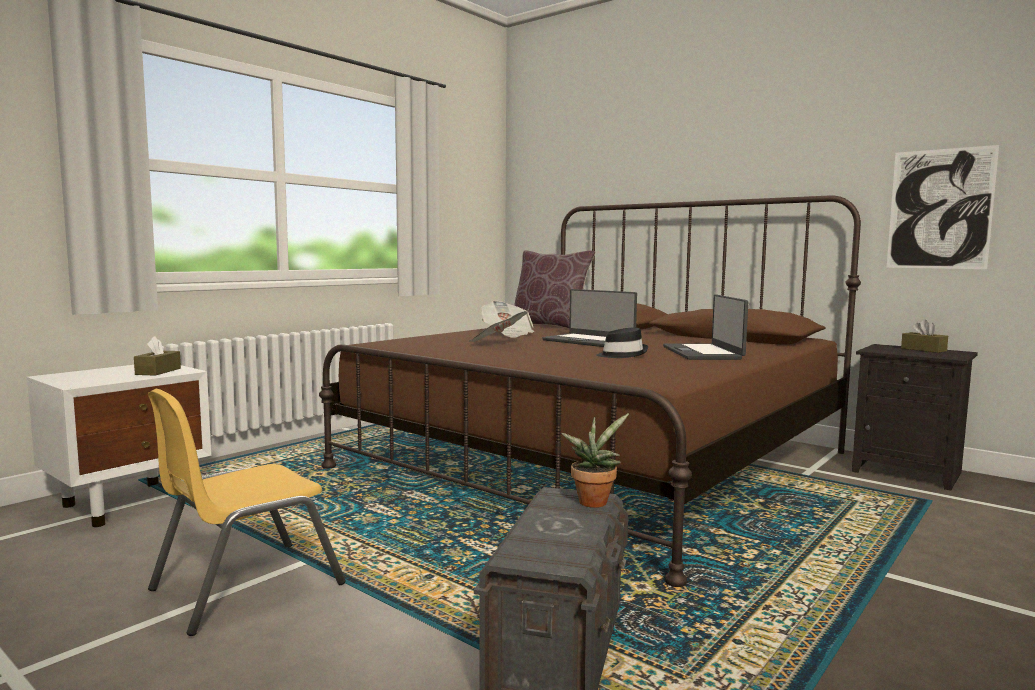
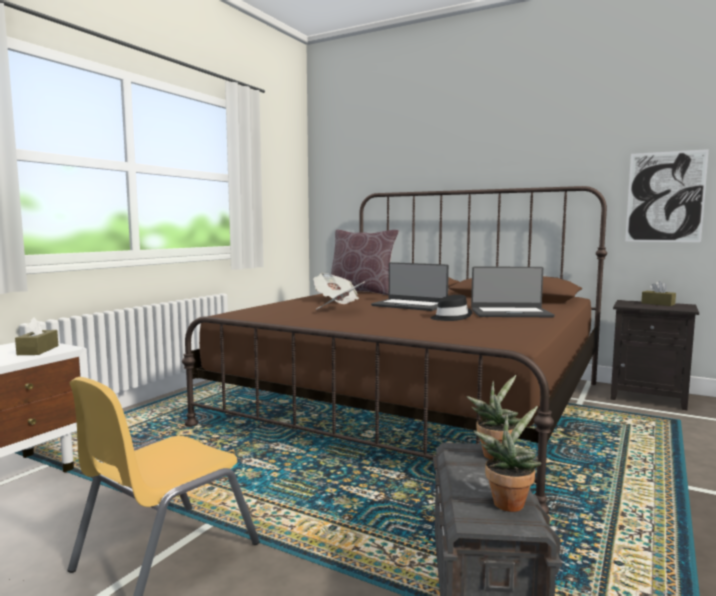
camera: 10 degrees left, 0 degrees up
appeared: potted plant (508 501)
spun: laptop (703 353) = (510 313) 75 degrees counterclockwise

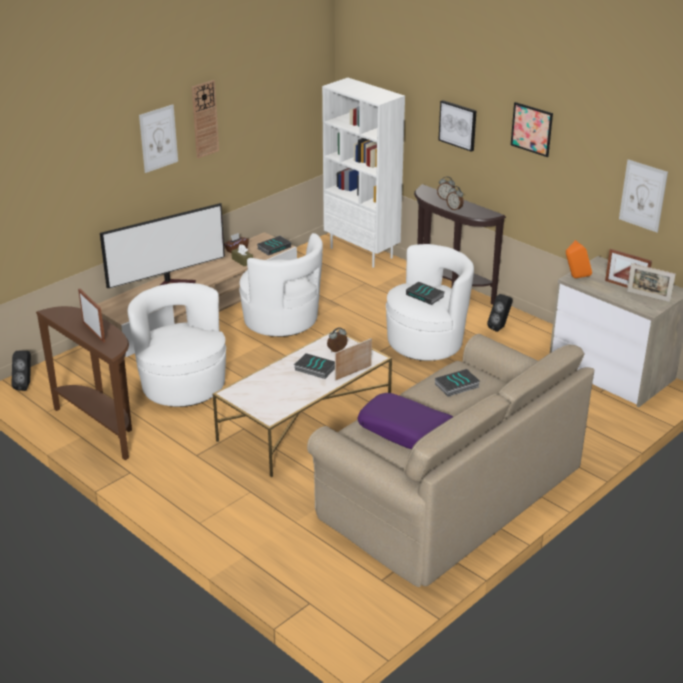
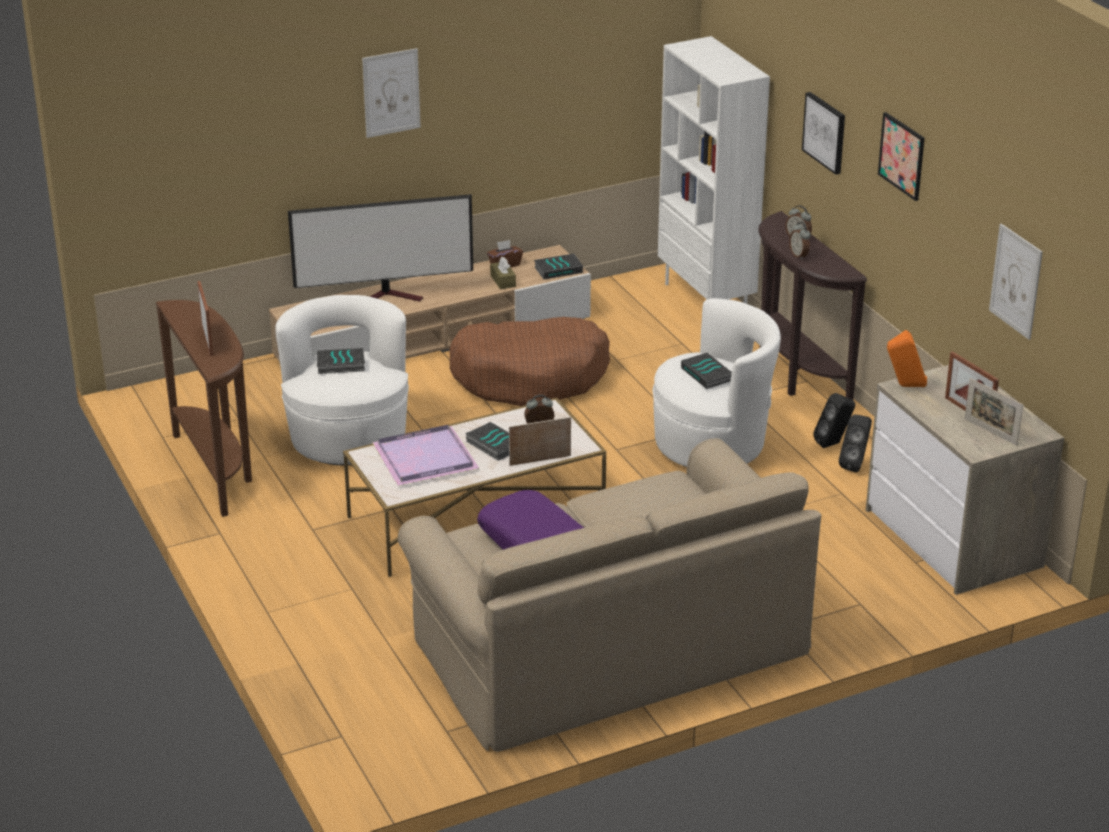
camera: 20 degrees right, 0 degrees up
missing: wall clock (204 119)
appeared: purple tray (423 458)
relocated: black speaker (26 385) to (856 465); book (457 386) to (340 365)
exchanged: white armchair (282 321) to brown dog bed (531 376)

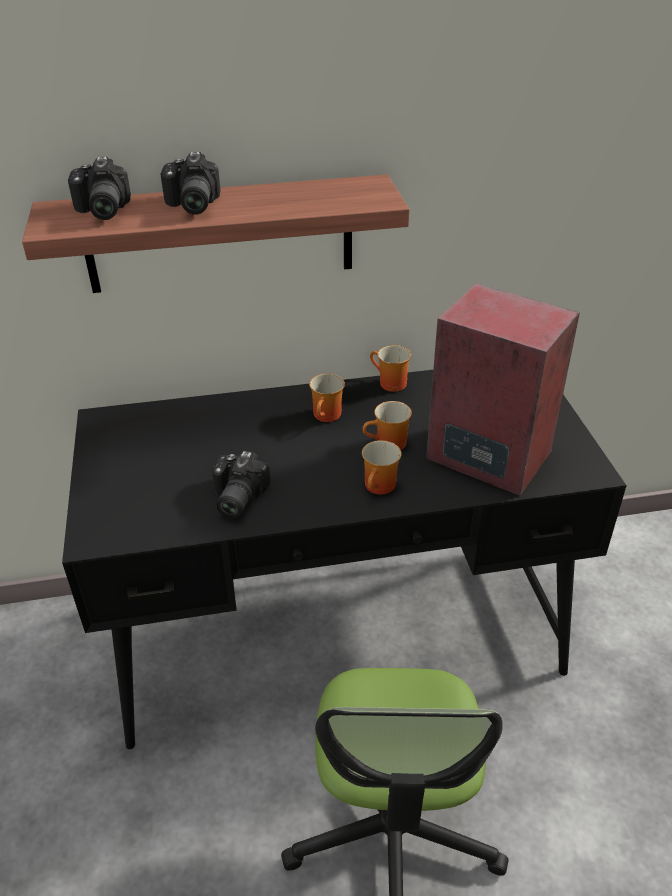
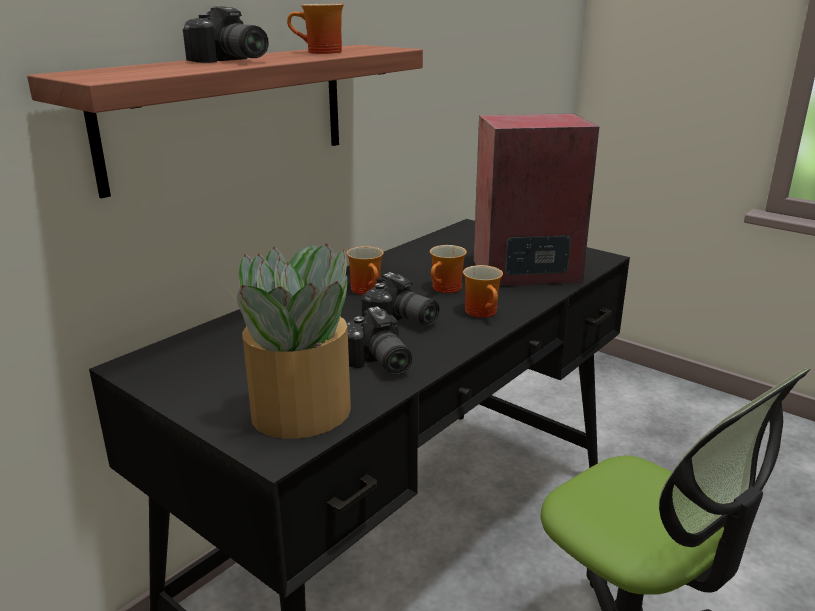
camera: 40 degrees left, 15 degrees down
appeared: potted plant (298 412)
relocated: photo camera (101 211) to (401 321); mug (389 384) to (320 52)

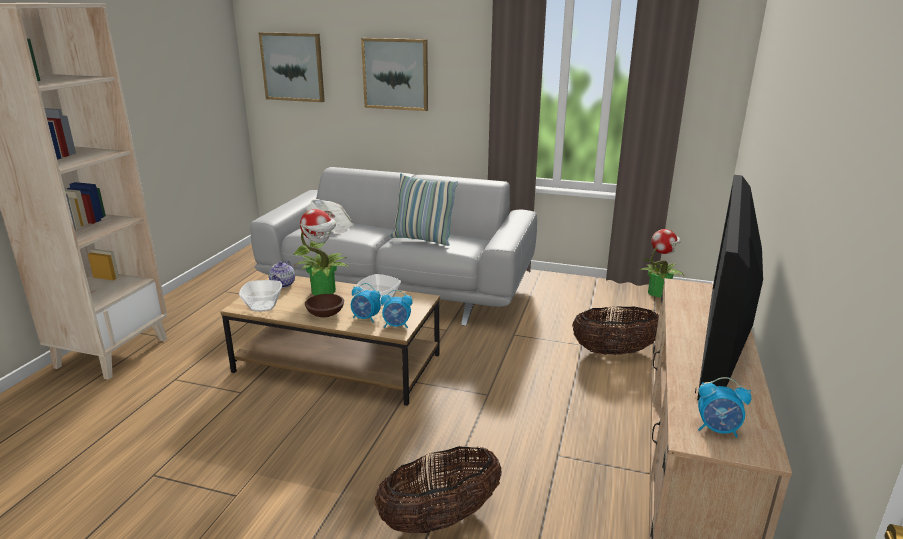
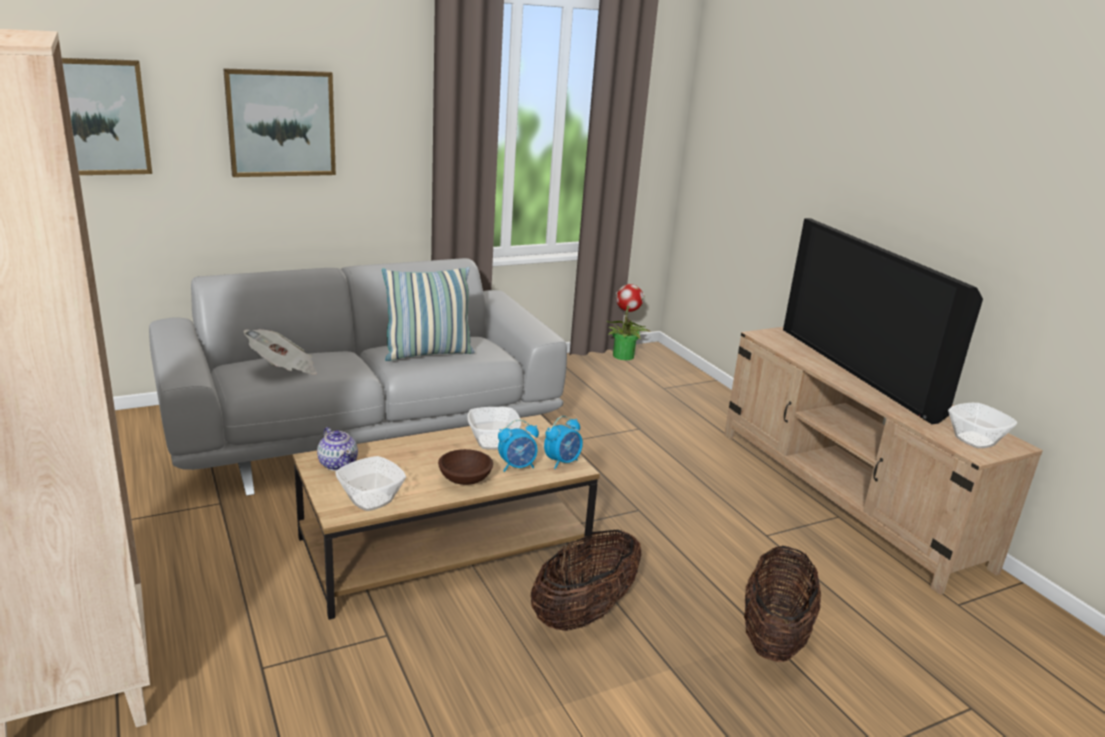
camera: 45 degrees left, 0 degrees up
missing: potted plant (324 291)
relocated: basket (614 352) to (583 613)
exchanged: alarm clock (717 430) to bowl (974 440)

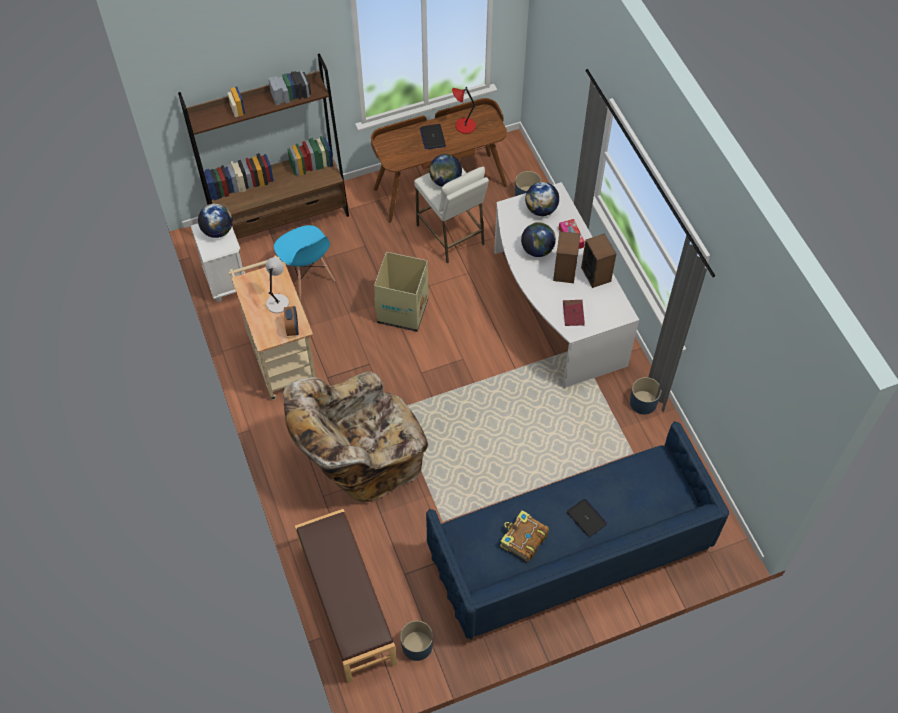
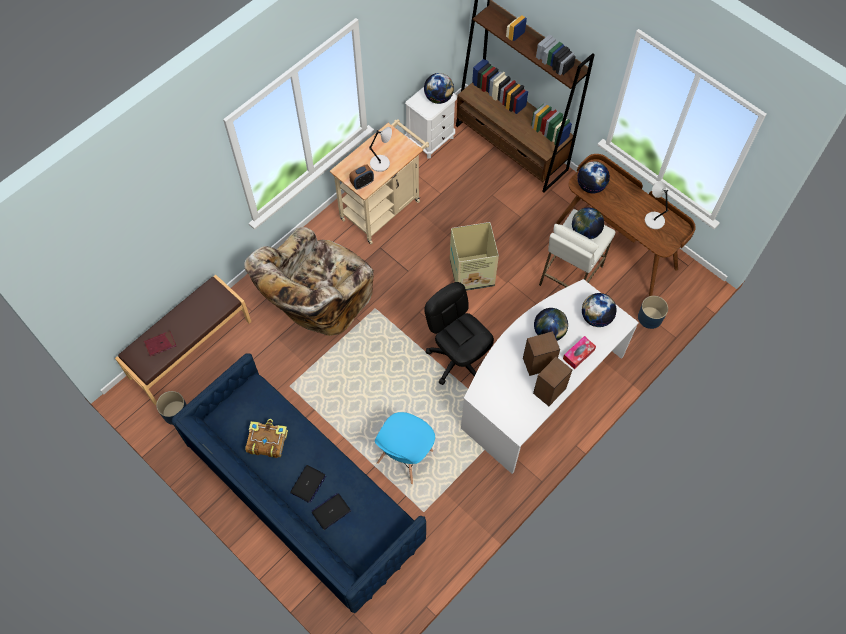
camera: 65 degrees right, 5 degrees up
missing: blue planter (643 403)
appeared: globe (591 186); black office chair (458 358)
relocated: laptop (432 137) to (331 511); blue chair (307 277) to (404 457); red book (573 314) to (160 344)
colour: red table lamp (464 126) to grey table lamp (653 219)
spun: beige armchair (360 459) = (318 303) 90 degrees counterclockwise

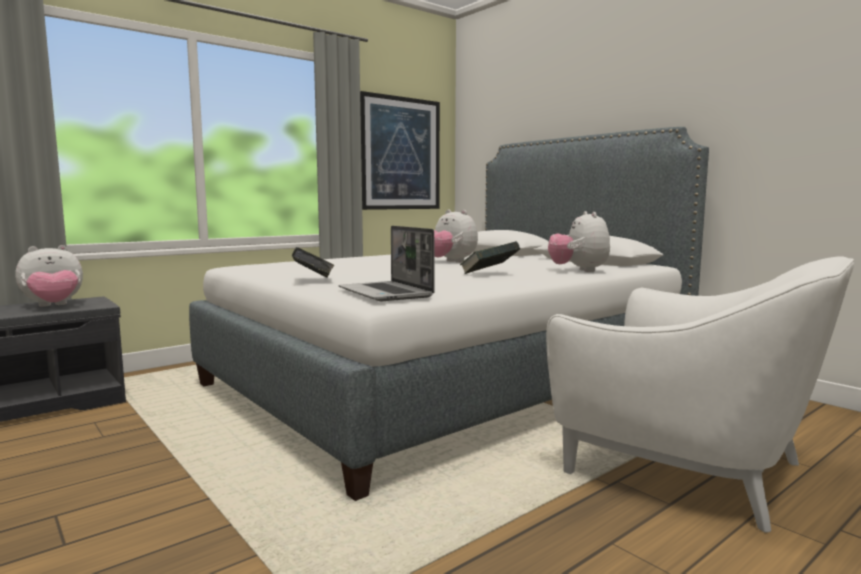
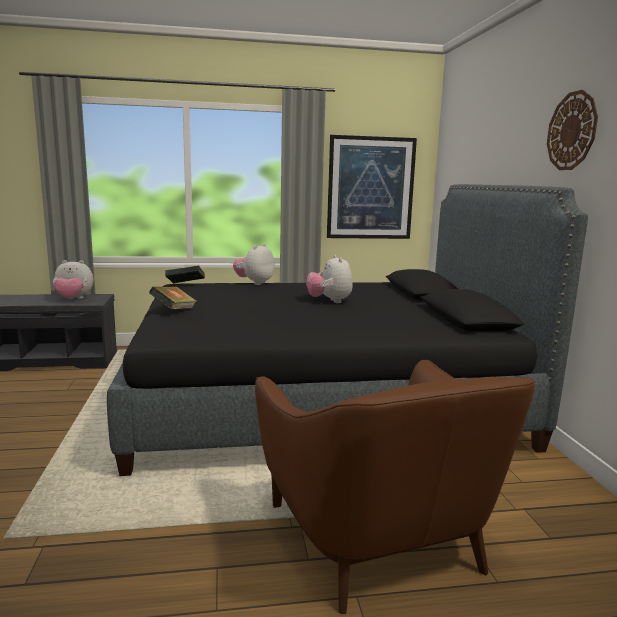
camera: 30 degrees right, 5 degrees up
missing: laptop (386 293)
appeared: wall clock (572 131)
relocated: plush toy (578 271) to (254 283); book (489 274) to (185 285)
colour: white bed (450 379) to black bed (321 401); white armchair (687 467) to brown armchair (377 537)

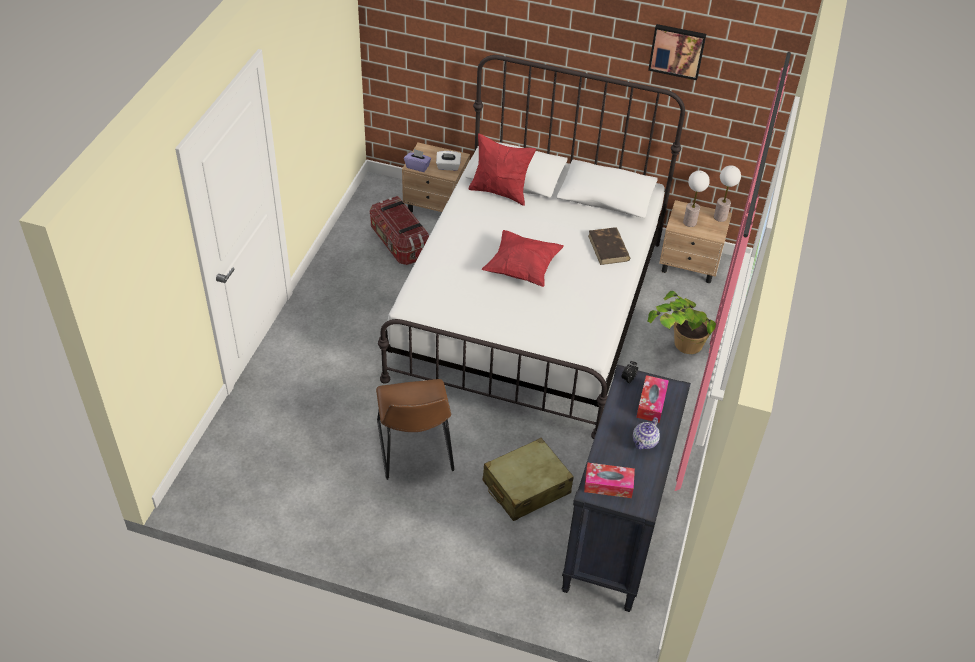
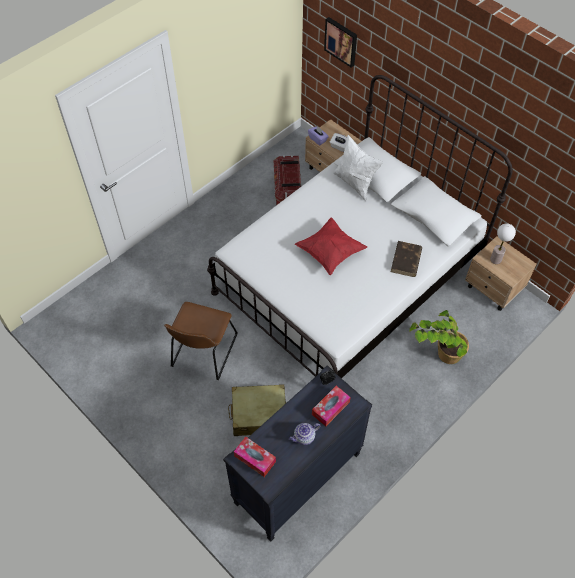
camera: 30 degrees right, 10 degrees up
missing: table lamp (720 217)
relocated: picture (677 50) to (341 41)
colour: red pillow (500 192) to white pillow (355 183)

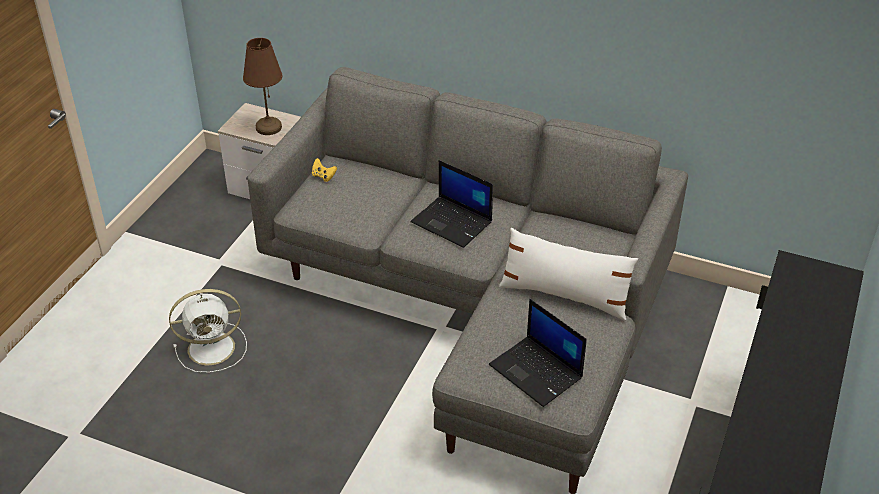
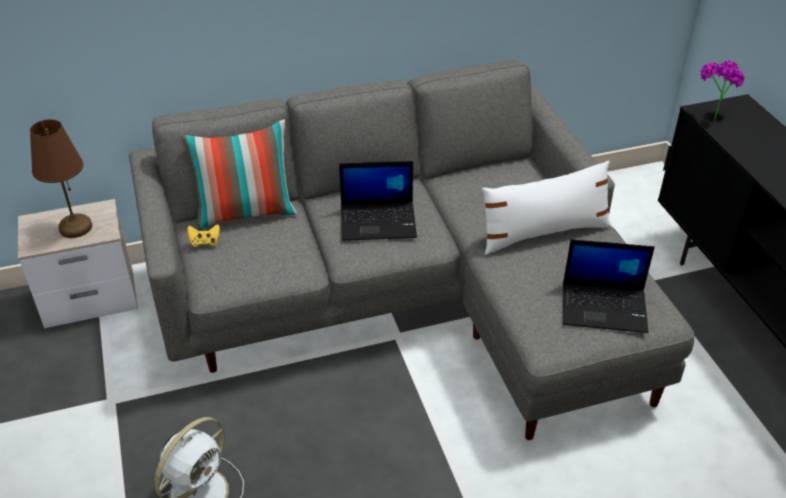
camera: 40 degrees left, 0 degrees up
appeared: potted plant (711 115); pillow (246 213)

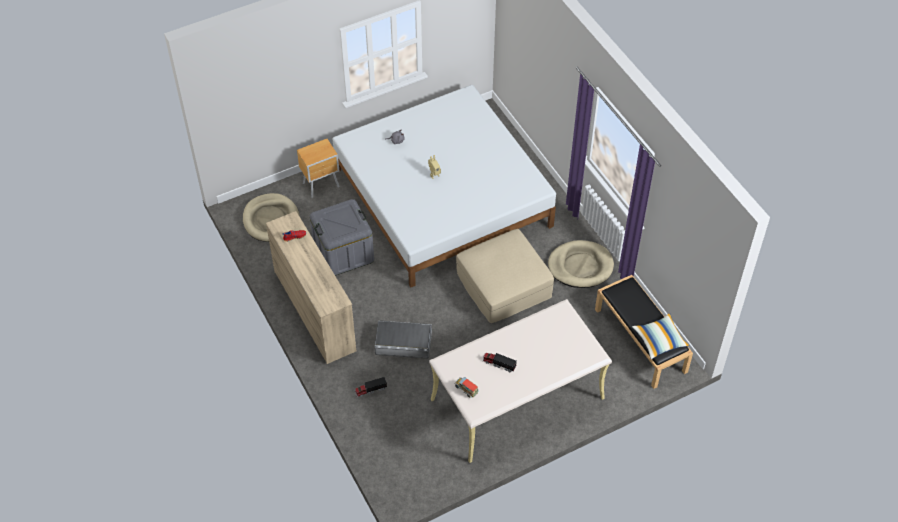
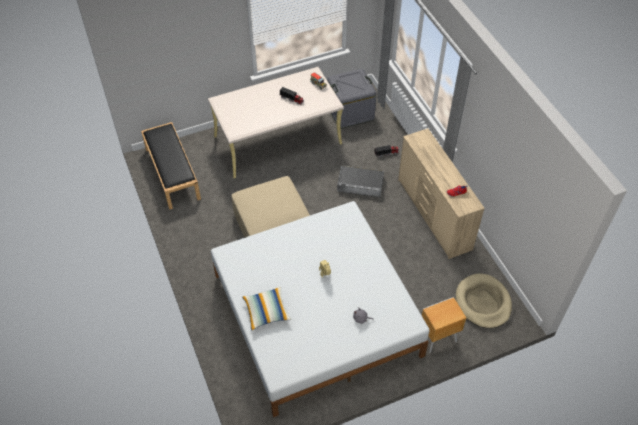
camera: 175 degrees left, 0 degrees up
missing: beige dog bed (580 266)
relocated: grey storage box (343 252) to (350 112); pillow (659 340) to (266 312)

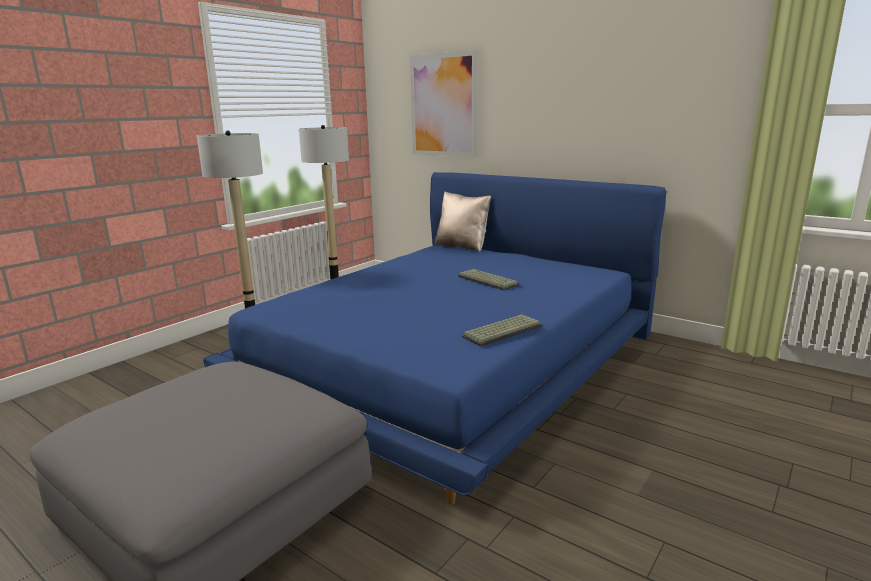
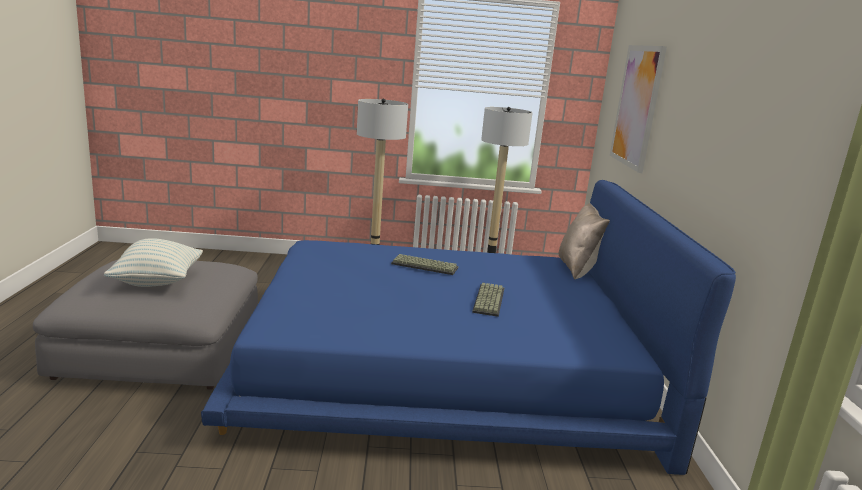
camera: 50 degrees right, 0 degrees up
appeared: pillow (157 282)
relocated: keyboard (502 331) to (425 265)

